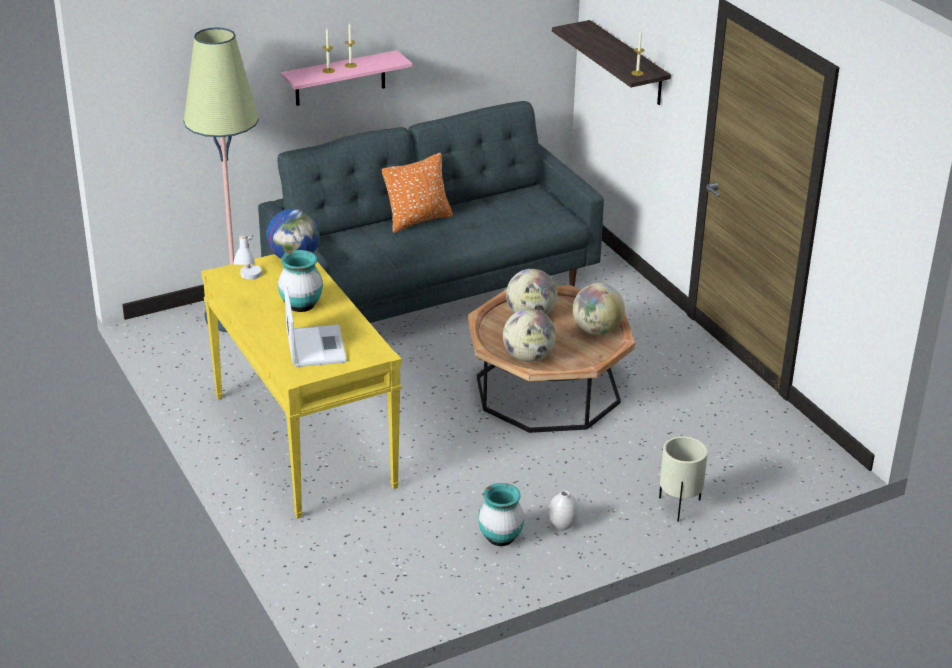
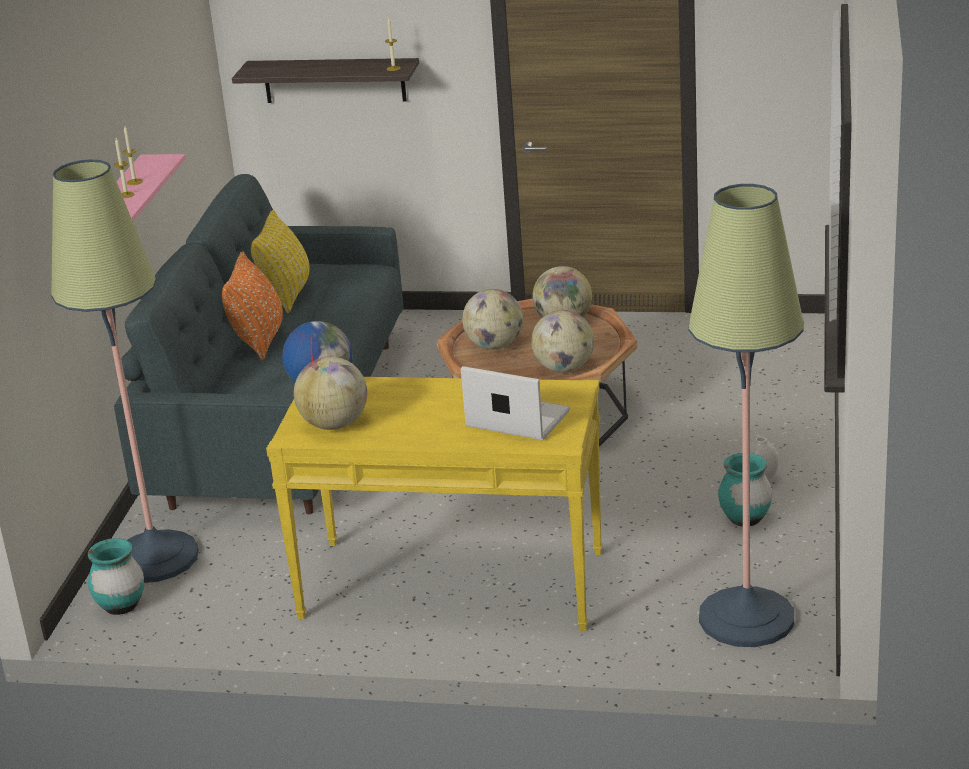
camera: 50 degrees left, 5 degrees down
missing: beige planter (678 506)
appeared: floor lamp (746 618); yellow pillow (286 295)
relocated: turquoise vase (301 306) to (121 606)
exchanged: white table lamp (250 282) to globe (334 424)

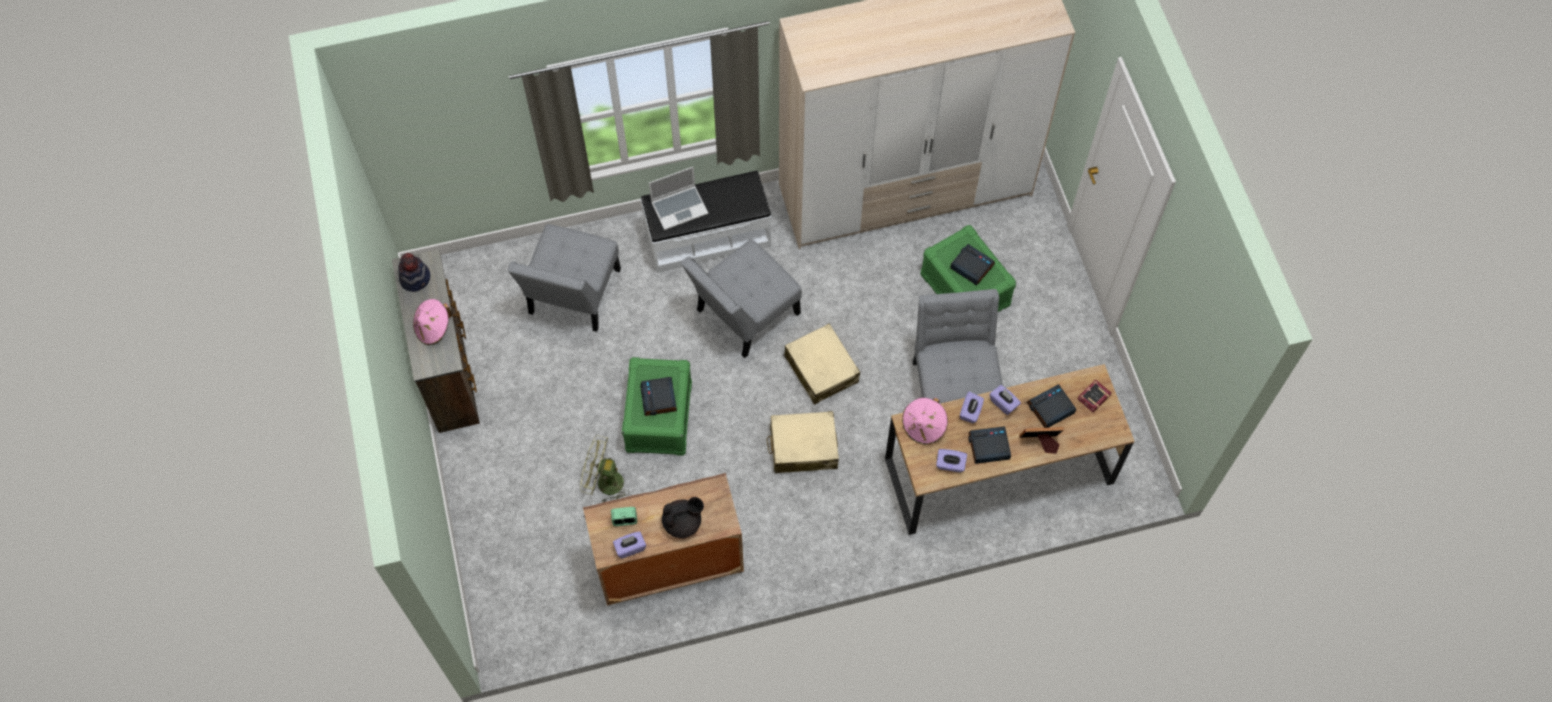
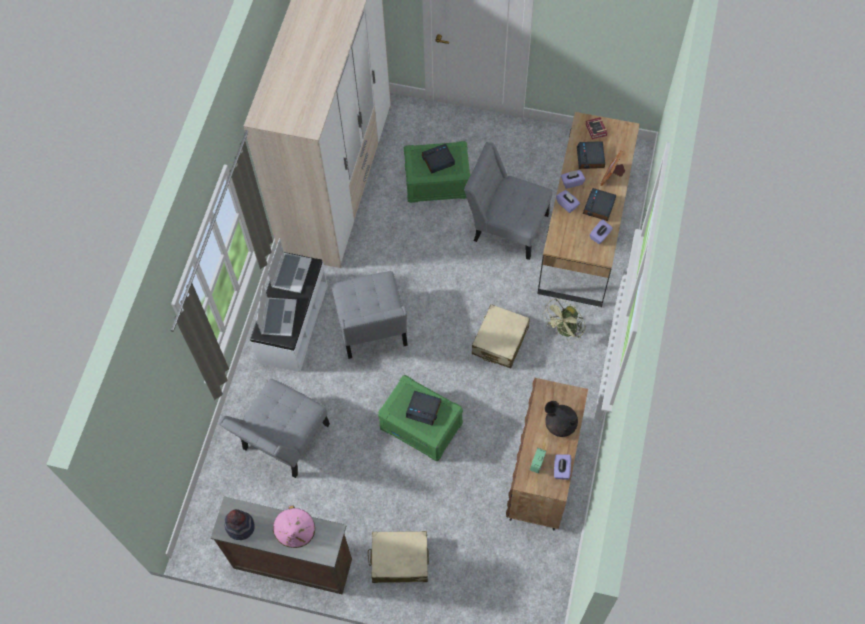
camera: 60 degrees left, 0 degrees up
missing: pink hat (924 426)
appeared: laptop (291 273)
relocated: beige suitcase (821 369) to (399 560); green fan (604 483) to (564 331)
spun: grey chair (572 296) = (283 441) 75 degrees clockwise; black teapot (683 523) = (560 424) 60 degrees counterclockwise

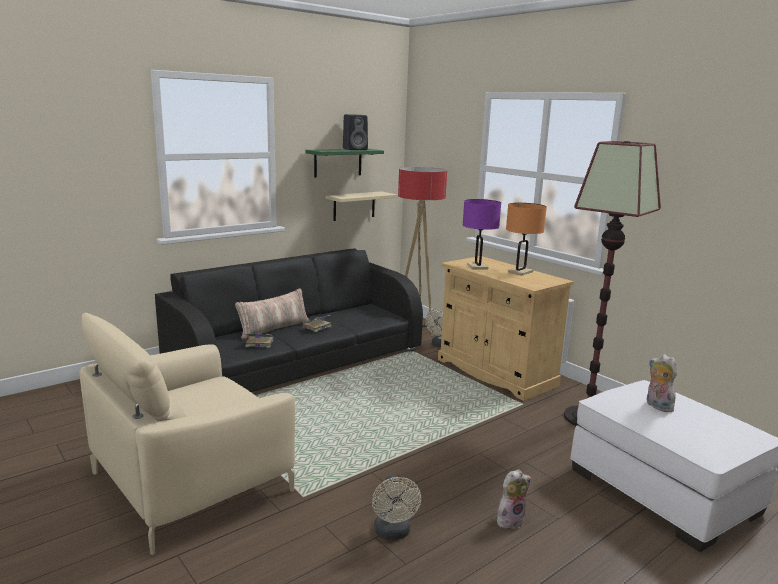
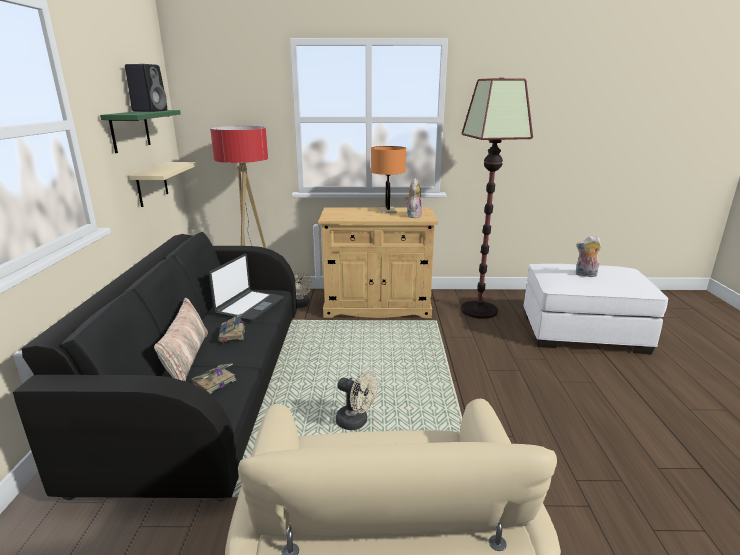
camera: 50 degrees left, 5 degrees up
missing: purple table lamp (477 266)
appeared: laptop (249 306)
relocated: plush toy (510 520) to (413 215); beige fan (393 533) to (356 422)

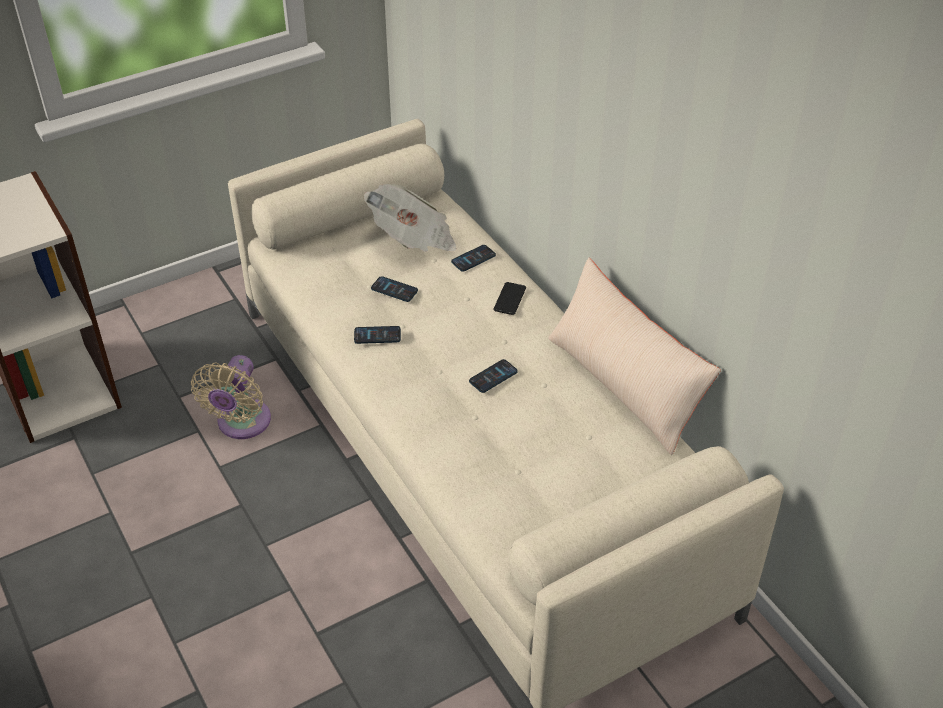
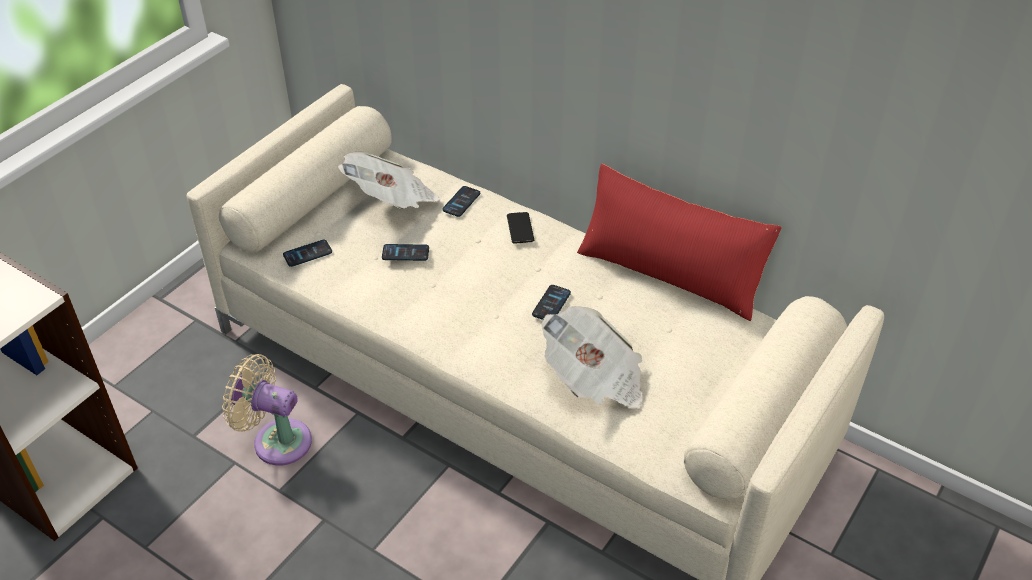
camera: 25 degrees left, 0 degrees up
appeared: newspaper (594 378)
relocated: phone (377 335) to (307 254)
colour: beige pillow (624 384) to red pillow (670 272)
spun: beige fan (241 424) = (277 440) 120 degrees clockwise

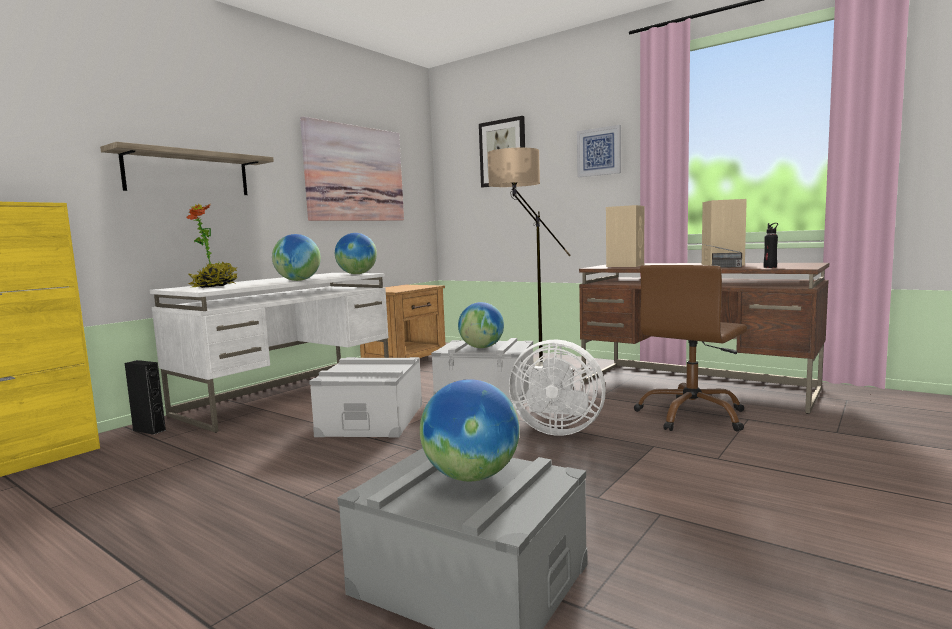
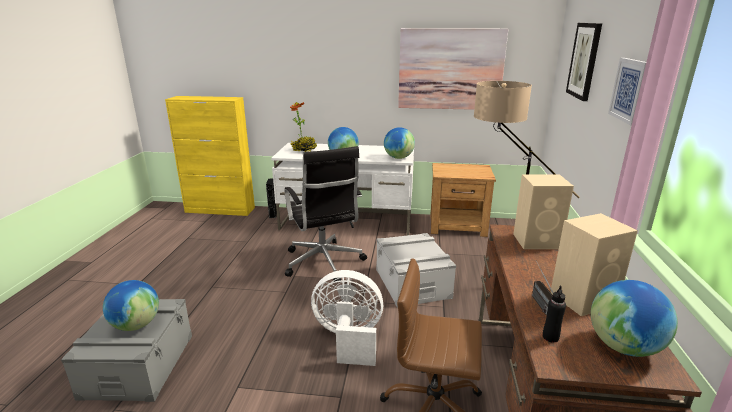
camera: 60 degrees right, 15 degrees up
missing: shelf (188 173)
relocated: globe (482 347) to (624 347)
exchanged: grey storage box (372 419) to black office chair (324 263)
spun: white fan (556 429) = (349 339) 105 degrees clockwise

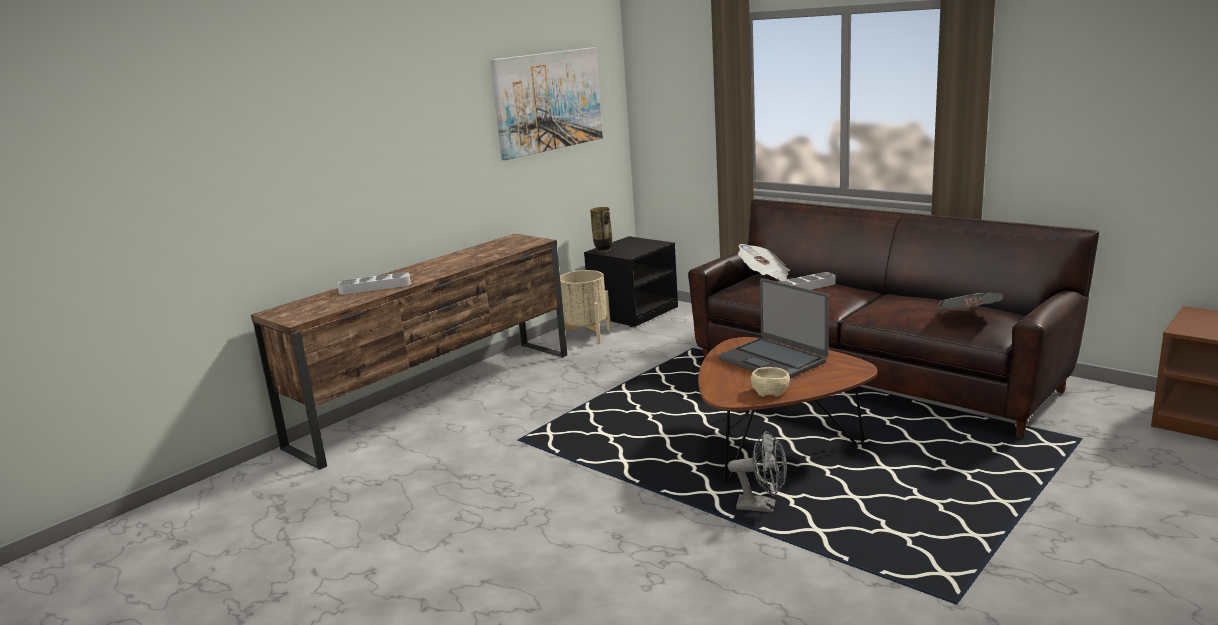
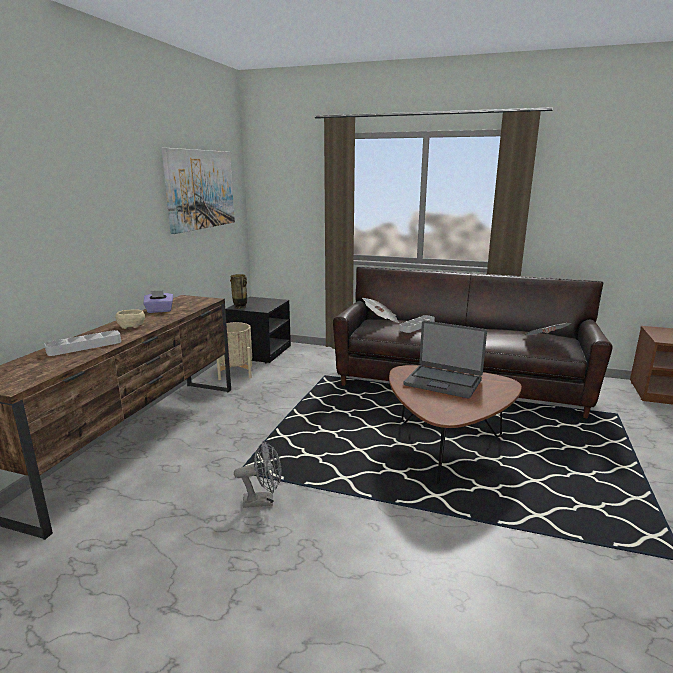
camera: 25 degrees left, 0 degrees up
appeared: purple tissue box (159 310)
relocated: beige bowl (769 391) to (131 325); grey fan (762 507) to (263 501)

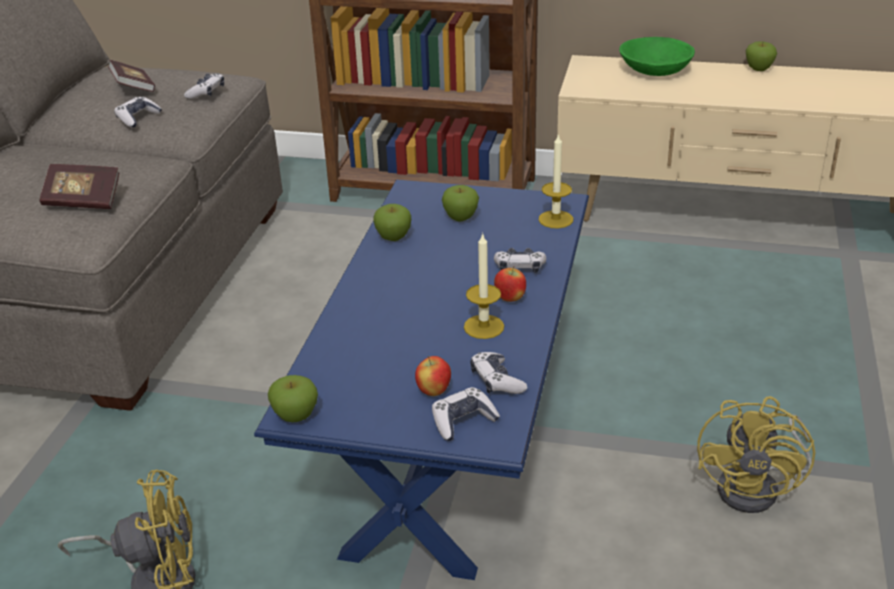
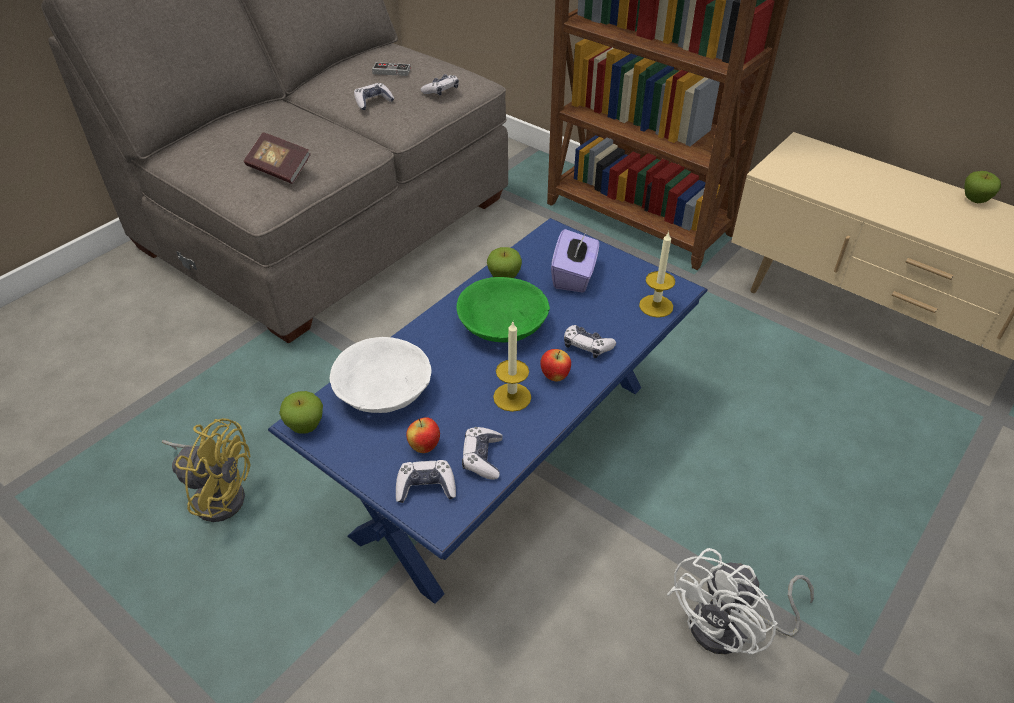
camera: 25 degrees right, 10 degrees up
appeared: white bowl (382 391)
relocated: green bowl (654 70) to (501 325)
exchanged: book (133 88) to game controller (391 71); apple (461 218) to purple tissue box (574 276)
colour: yellow fan (758 489) to white fan (732 629)

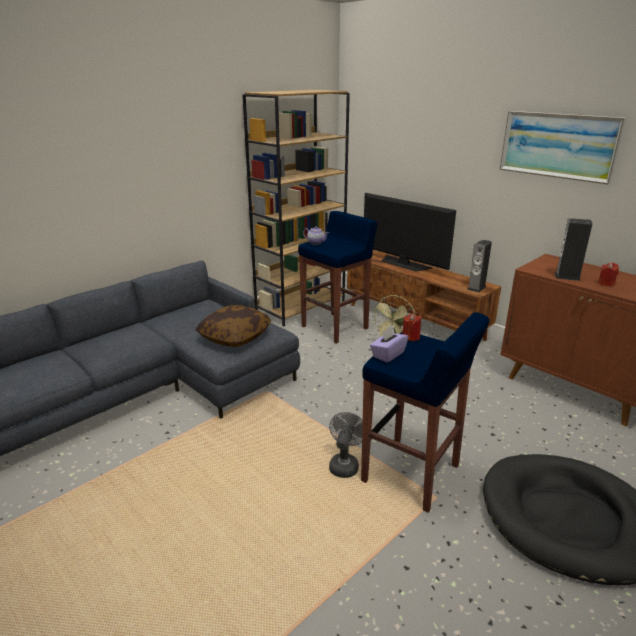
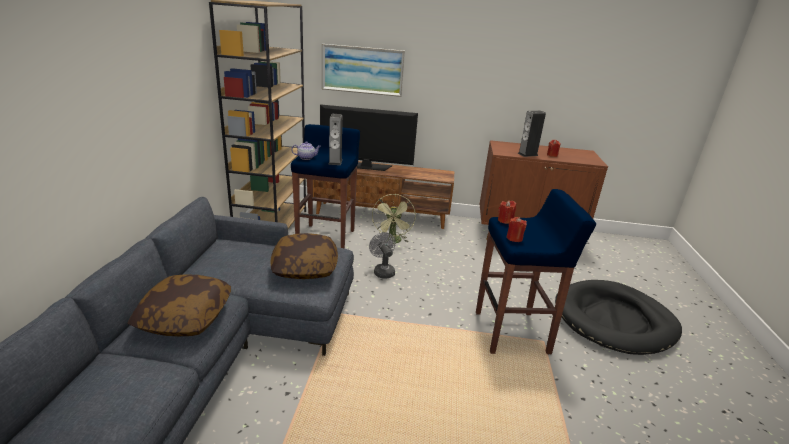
camera: 40 degrees left, 0 degrees up
appeared: pillow (185 317)
relocated: picture (558 145) to (362 70); speaker (476 288) to (335 162); grey fan (344 464) to (382 271)
exchanged: purple tissue box (388 354) to red candle (514 238)

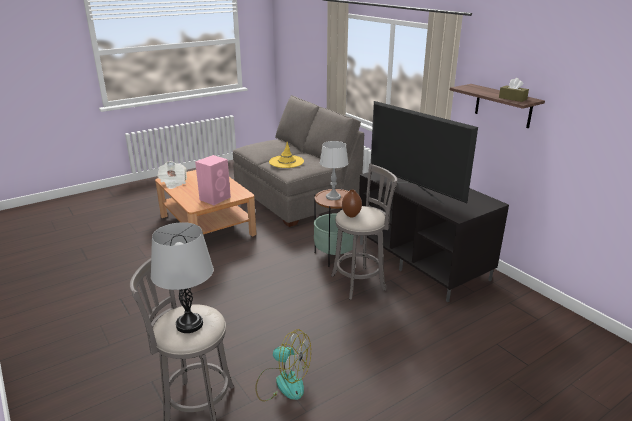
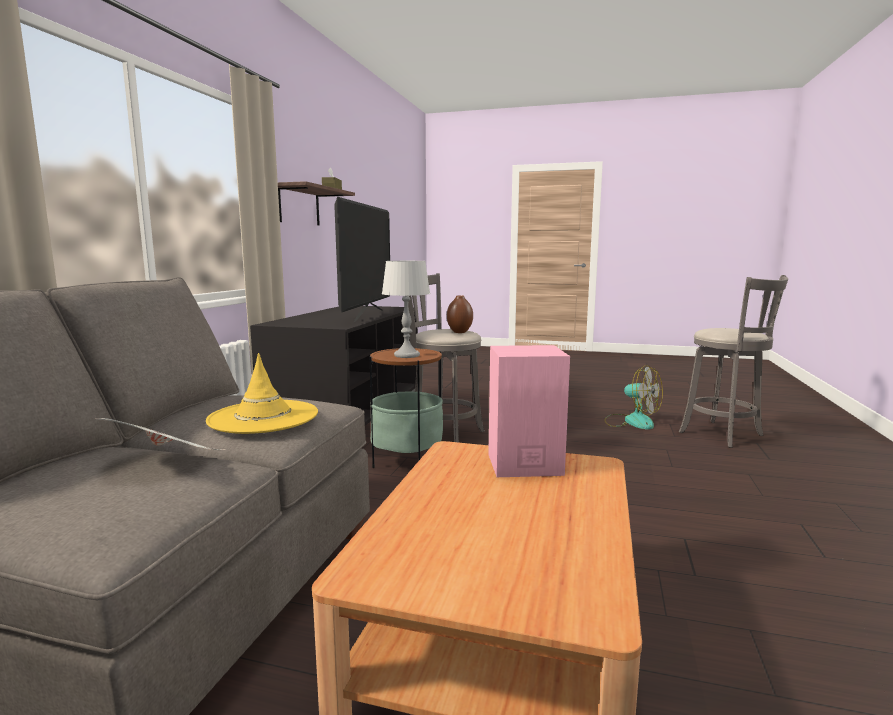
camera: 130 degrees left, 15 degrees down
missing: grey table lamp (189 324)
relocated: newspaper (173 182) to (167 463)
spun: fan (282 382) = (631 421) 150 degrees clockwise

